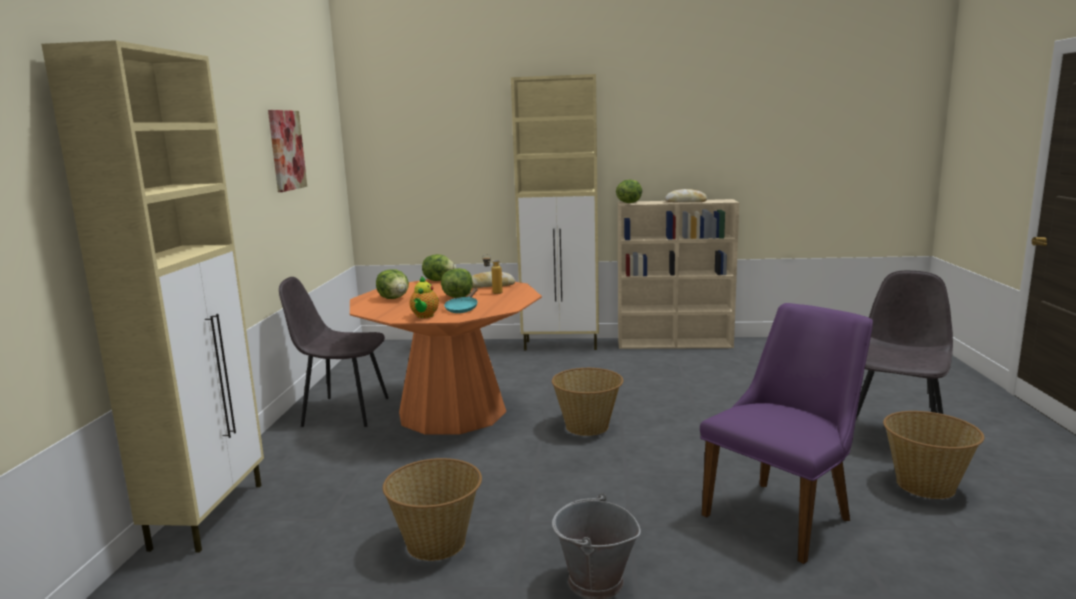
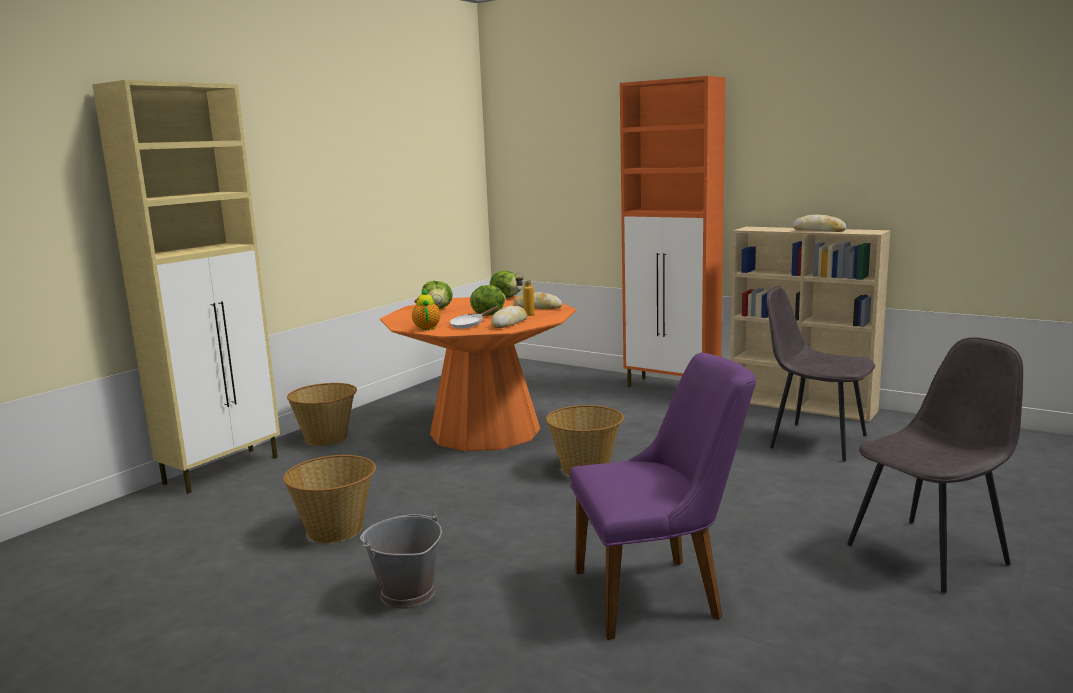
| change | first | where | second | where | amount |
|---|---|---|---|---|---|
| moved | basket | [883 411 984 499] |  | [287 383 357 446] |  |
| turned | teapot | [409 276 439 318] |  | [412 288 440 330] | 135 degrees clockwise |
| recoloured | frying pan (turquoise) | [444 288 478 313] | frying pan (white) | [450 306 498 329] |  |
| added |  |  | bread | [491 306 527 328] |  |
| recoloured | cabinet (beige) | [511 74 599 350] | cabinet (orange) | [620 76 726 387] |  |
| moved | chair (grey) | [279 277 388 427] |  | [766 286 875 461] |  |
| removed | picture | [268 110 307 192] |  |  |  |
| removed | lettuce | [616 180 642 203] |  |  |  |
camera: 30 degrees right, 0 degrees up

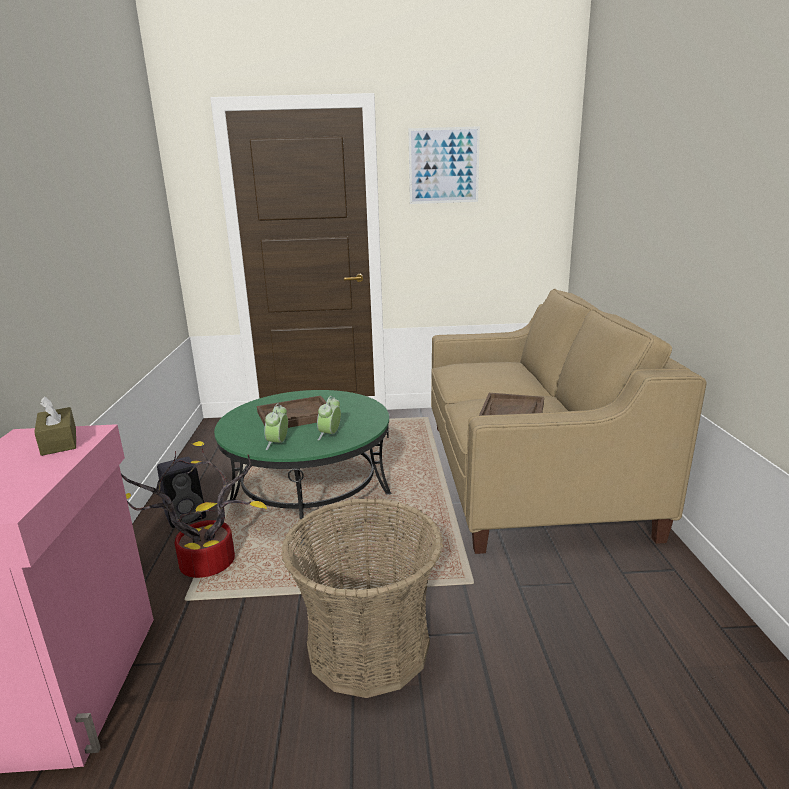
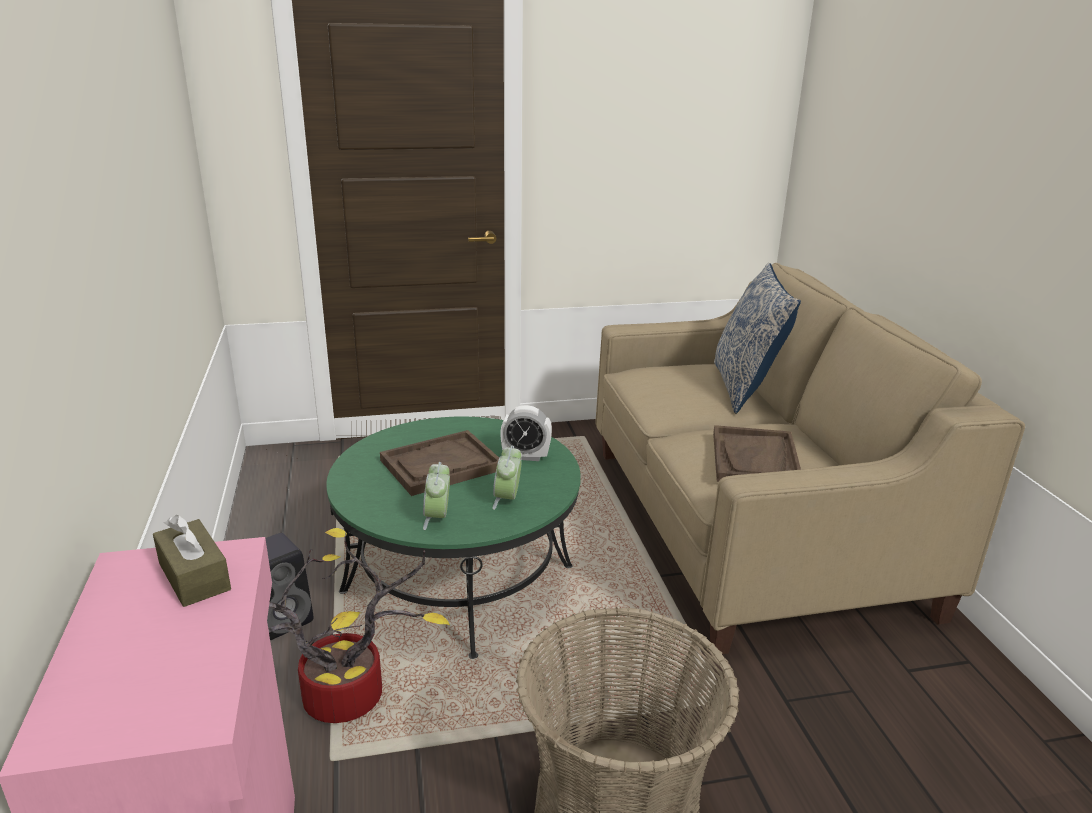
| change | first | where | second | where | amount |
|---|---|---|---|---|---|
| added |  |  | alarm clock | [500 405 552 461] |  |
| added |  |  | pillow | [714 263 801 414] |  |
| removed | picture | [408 126 480 204] |  |  |  |
camera: 10 degrees left, 5 degrees up

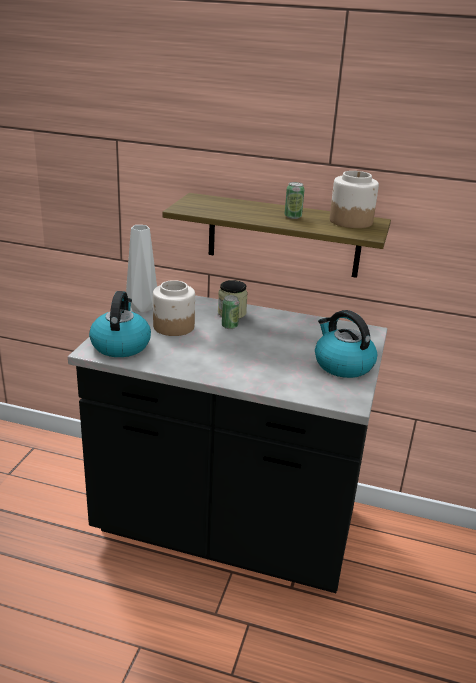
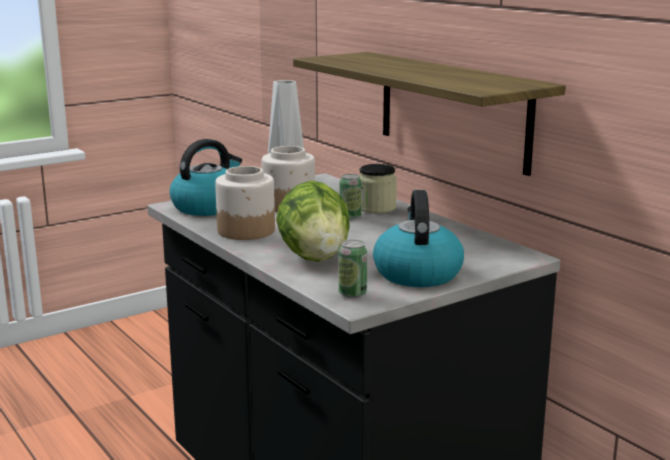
| change | first | where | second | where | amount |
|---|---|---|---|---|---|
| moved | jar | [330 171 379 228] |  | [215 166 275 240] |  |
| added |  |  | lettuce | [276 181 350 262] |  |
| moved | can | [285 182 305 219] |  | [338 240 367 298] |  |
camera: 40 degrees right, 10 degrees down

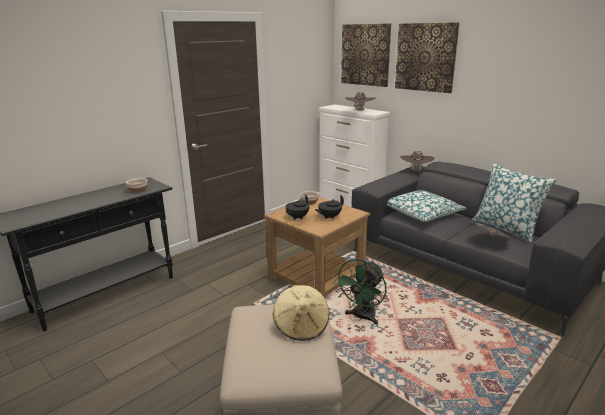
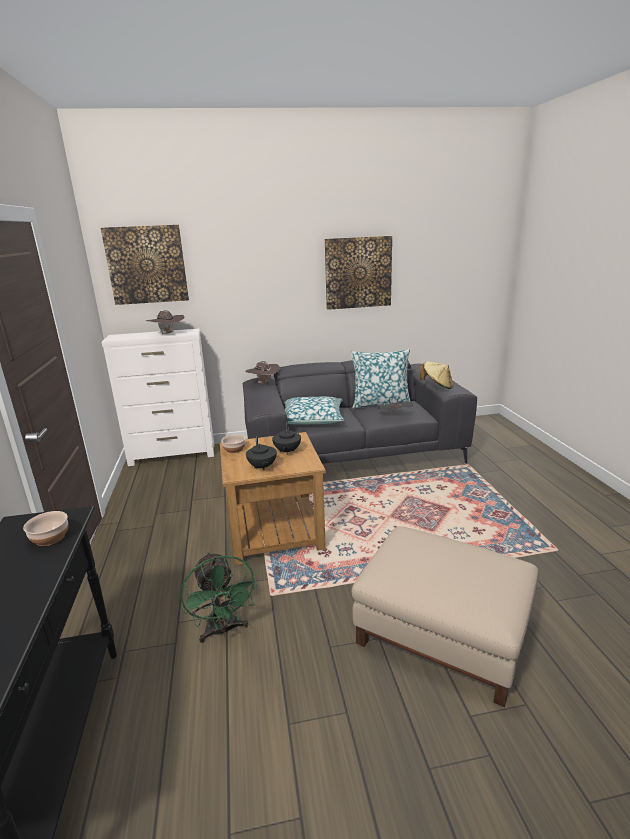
| change | first | where | second | where | amount |
|---|---|---|---|---|---|
| moved | fan (green) | [334 259 386 325] |  | [180 552 258 643] |  |
| moved | picture | [395 22 460 93] |  | [325 236 392 310] |  |
| moved | hat (beige) | [273 285 330 341] |  | [420 361 454 389] |  |
camera: 55 degrees left, 0 degrees up

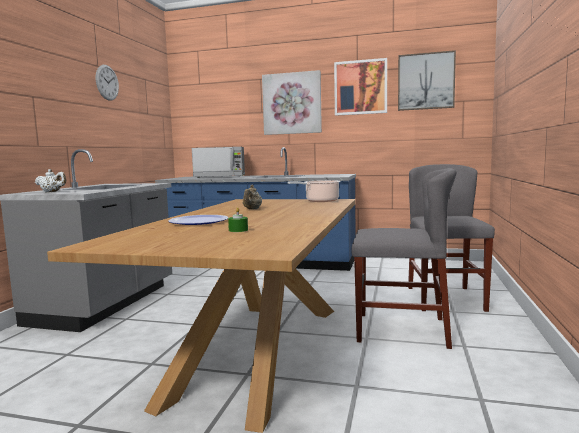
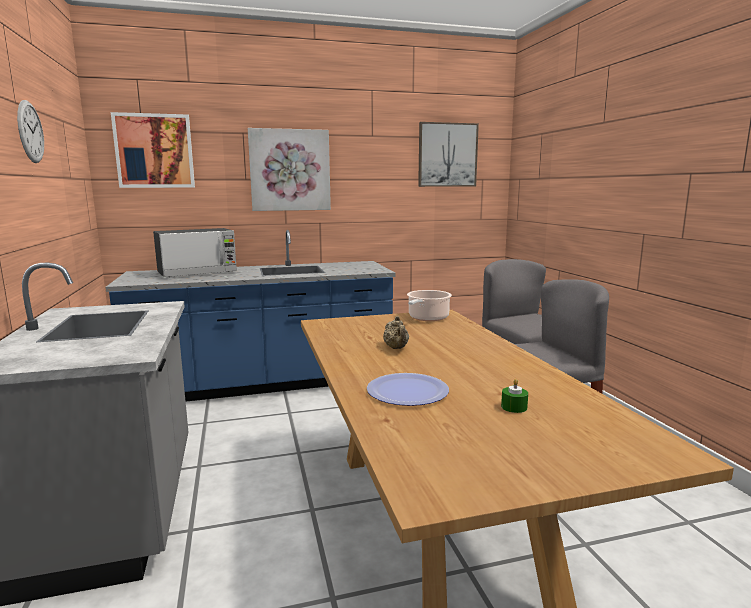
| change | first | where | second | where | amount |
|---|---|---|---|---|---|
| moved | picture | [334 58 387 116] |  | [111 112 195 188] |  |
| removed | teapot (white) | [35 169 66 193] |  |  |  |
camera: 30 degrees left, 5 degrees up

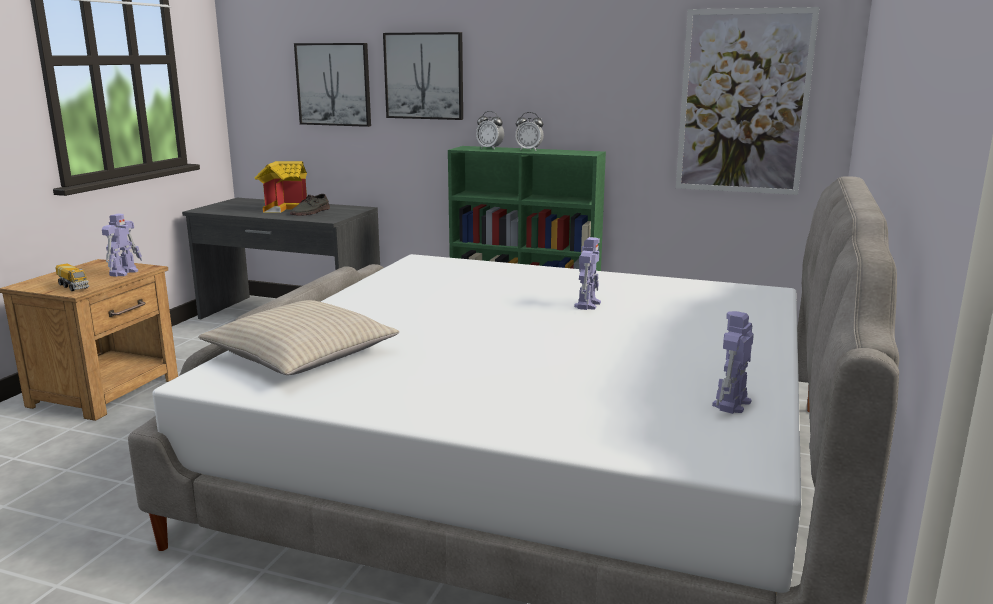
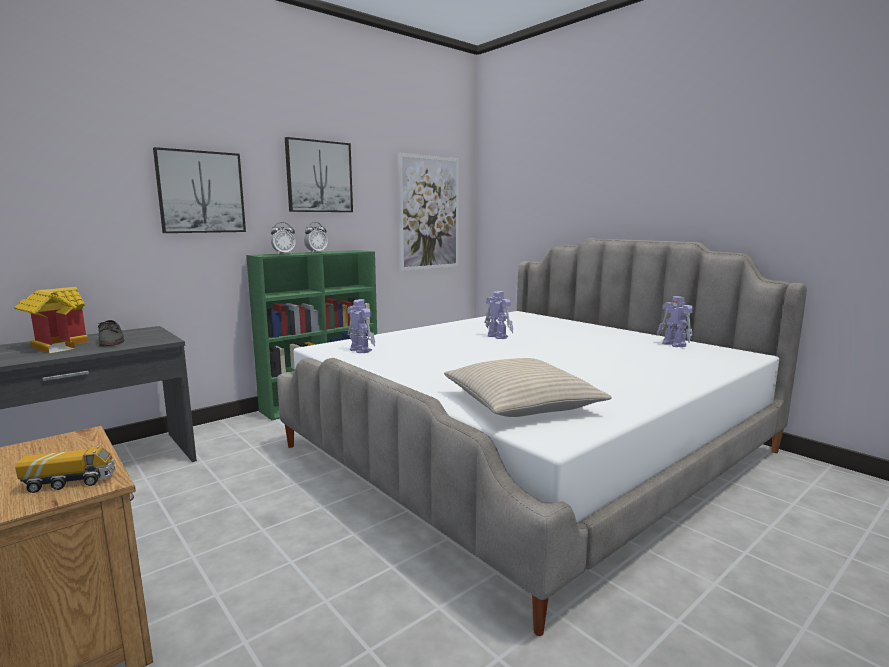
| change | first | where | second | where | amount |
|---|---|---|---|---|---|
| moved | picture | [294 43 371 127] |  | [285 137 353 212] |  |
| moved | toy robot | [102 213 142 277] |  | [347 299 375 353] |  |
camera: 60 degrees left, 5 degrees down

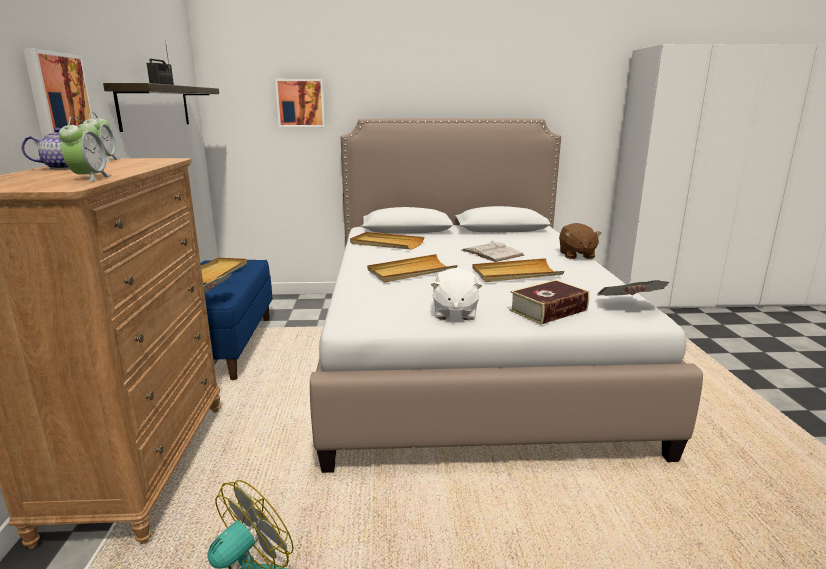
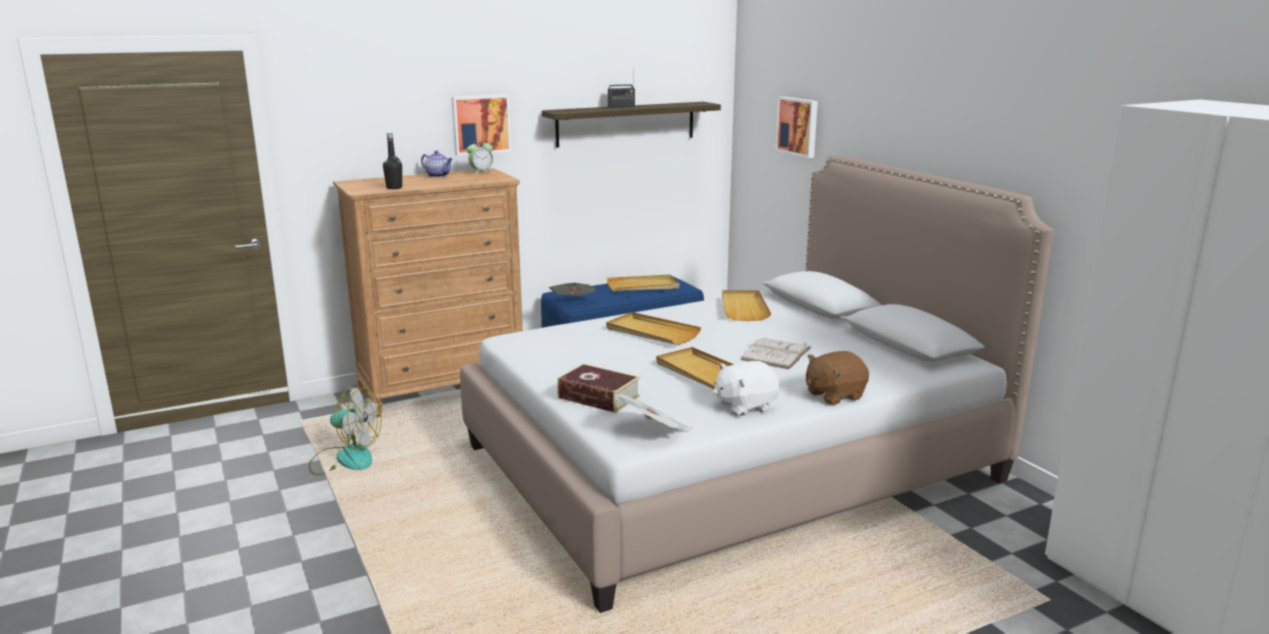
| change | first | where | second | where | amount |
|---|---|---|---|---|---|
| replaced | alarm clock | [59 116 110 182] | bottle (black) | [383 133 402 189] |  |
| moved | plush toy (white) | [430 268 482 320] |  | [713 361 780 416] |  |
camera: 65 degrees right, 0 degrees up

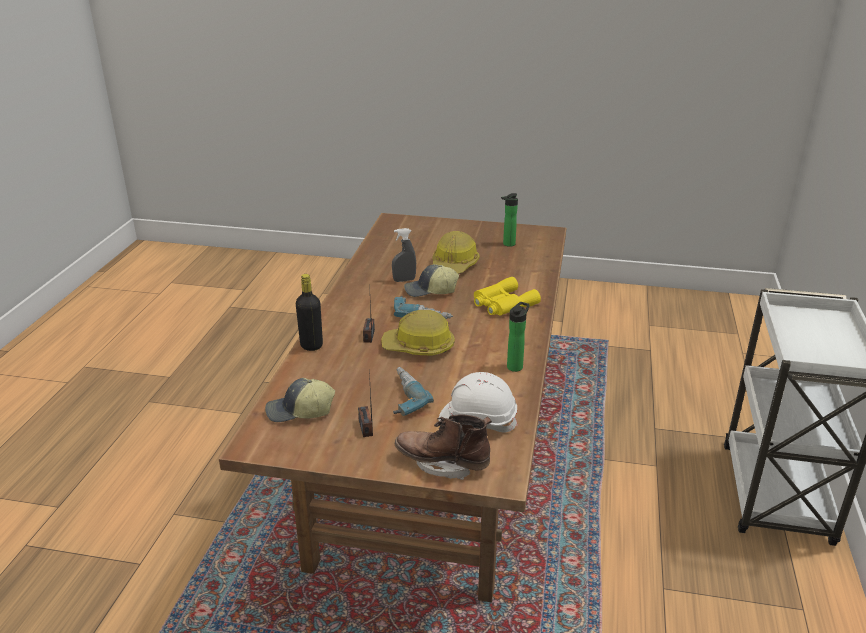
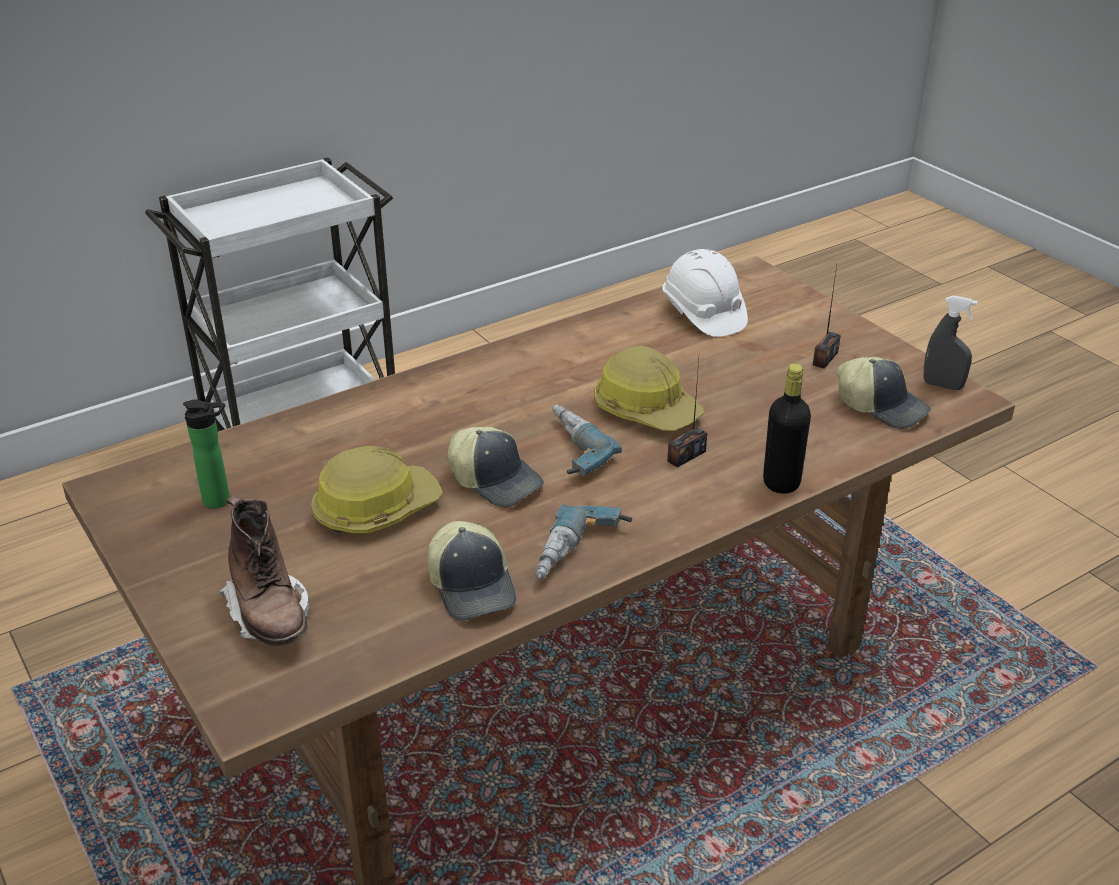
| change | first | where | second | where | amount |
|---|---|---|---|---|---|
| moved | boot (brown) | [395 415 492 480] |  | [219 494 309 646] |  |
| added |  |  | cap | [428 521 516 621] |  |
| moved | power drill | [393 367 434 416] |  | [536 504 632 579] |  |
| moved | spray bottle (grey) | [392 228 416 282] |  | [924 295 978 390] |  |
| removed | binoculars (yellow) | [474 277 541 315] |  |  |  |
| removed | bottle | [507 302 529 372] |  |  |  |
camera: 135 degrees left, 5 degrees up

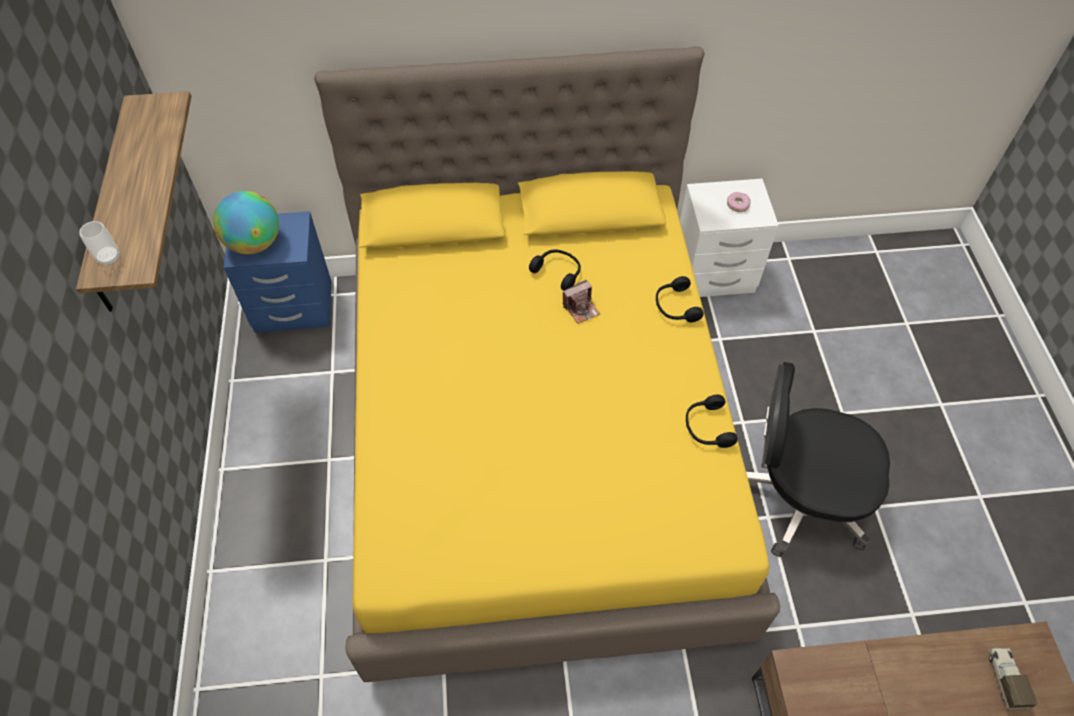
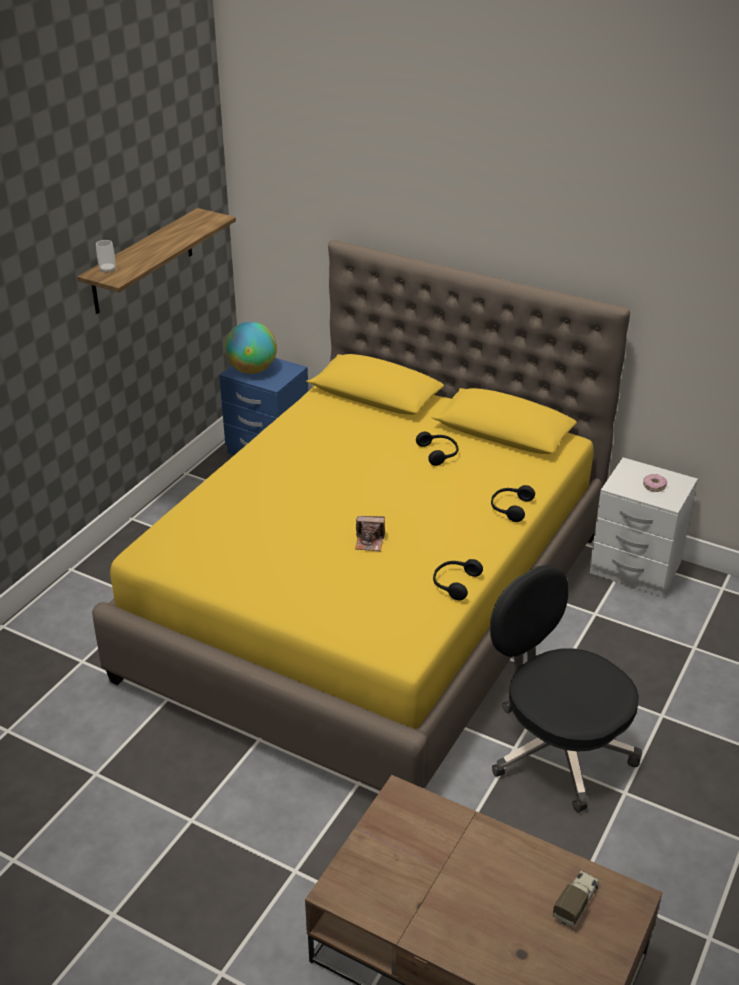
| change | first | where | second | where | amount |
|---|---|---|---|---|---|
| moved | photo camera | [563 280 600 324] |  | [355 516 385 551] |  |
camera: 35 degrees right, 20 degrees down

